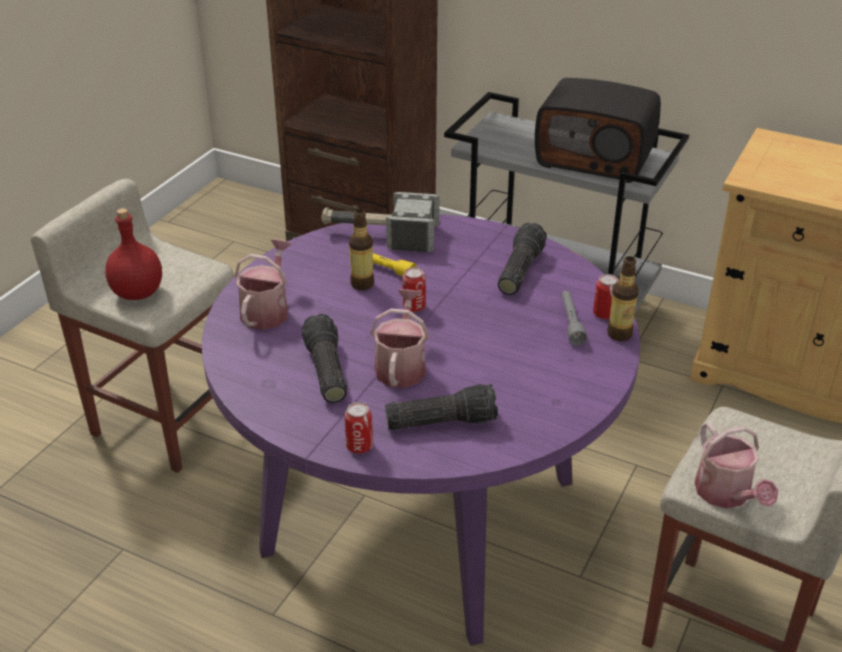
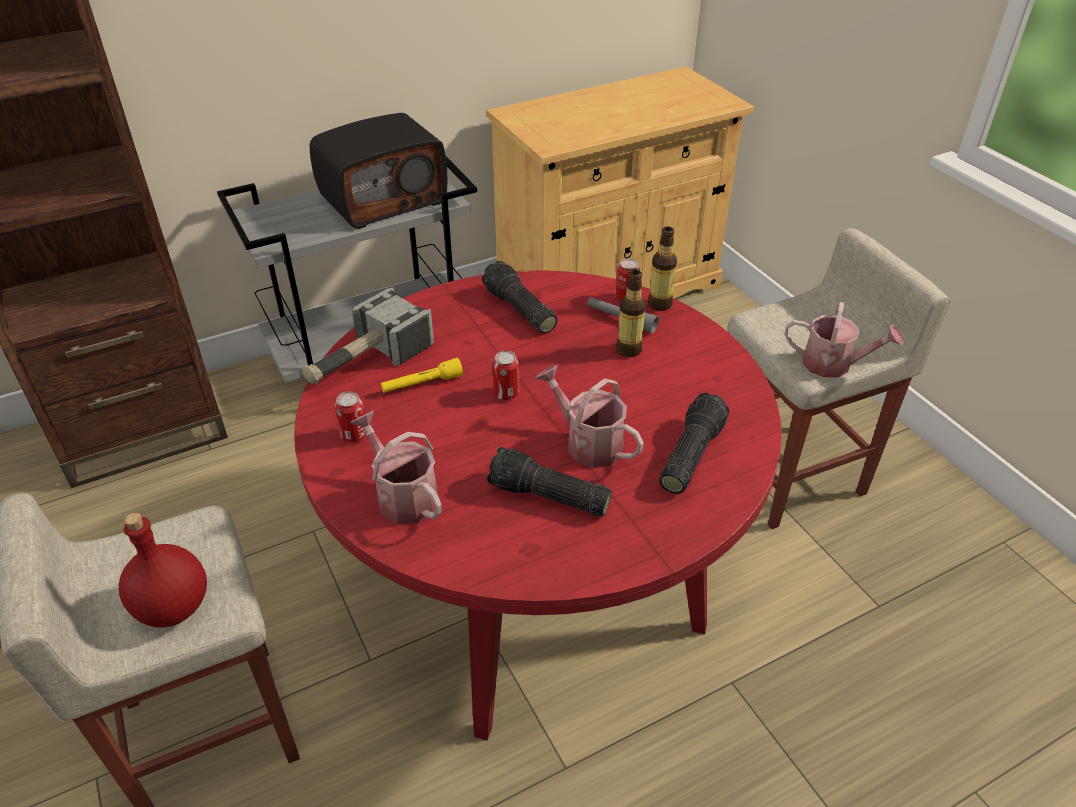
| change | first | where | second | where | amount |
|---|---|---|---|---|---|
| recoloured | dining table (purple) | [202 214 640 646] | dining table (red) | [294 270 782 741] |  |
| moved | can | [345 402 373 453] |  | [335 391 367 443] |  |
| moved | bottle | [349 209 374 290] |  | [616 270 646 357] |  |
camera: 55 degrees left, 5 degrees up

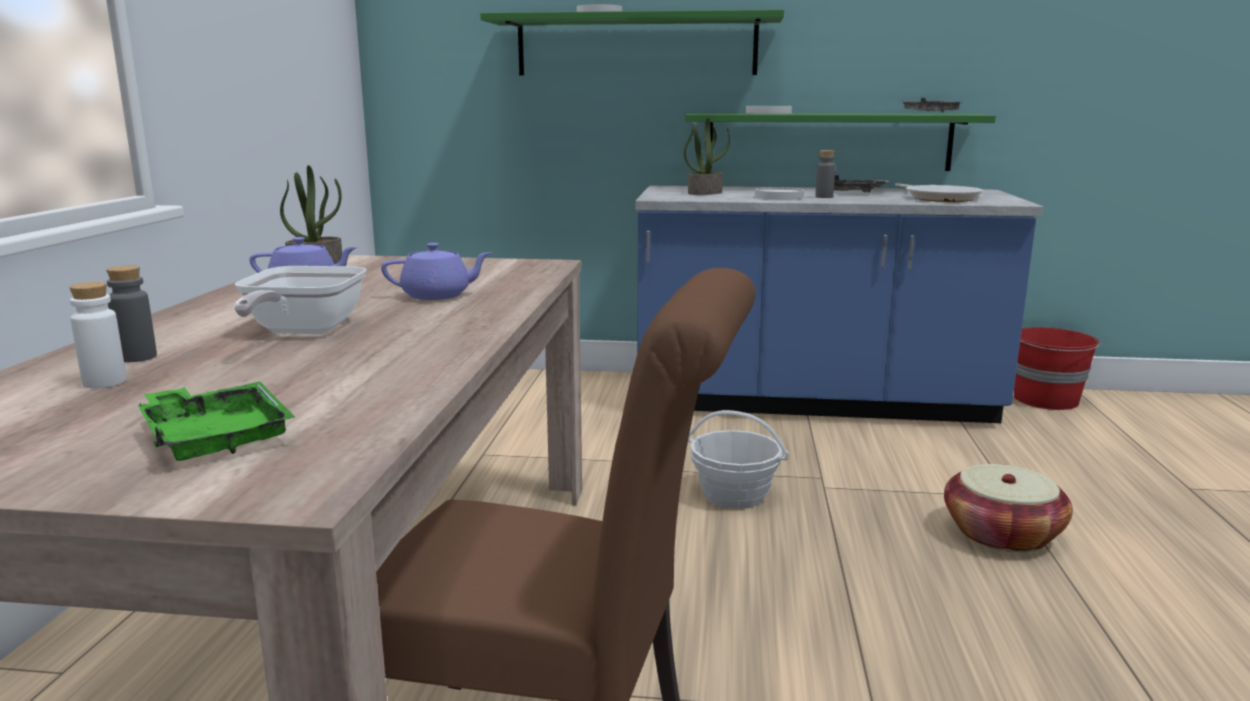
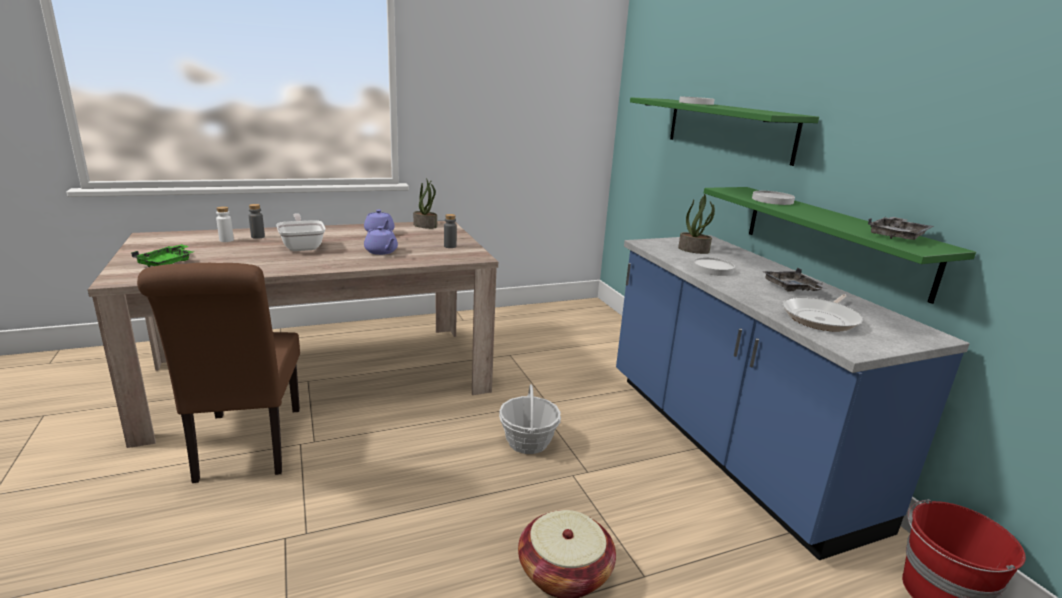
| change | first | where | second | where | amount |
|---|---|---|---|---|---|
| turned | frying pan | [234 266 366 334] |  | [276 213 326 251] | 90 degrees clockwise |
| moved | bottle (grey) | [815 150 835 198] |  | [444 214 457 248] |  |
camera: 60 degrees right, 5 degrees up

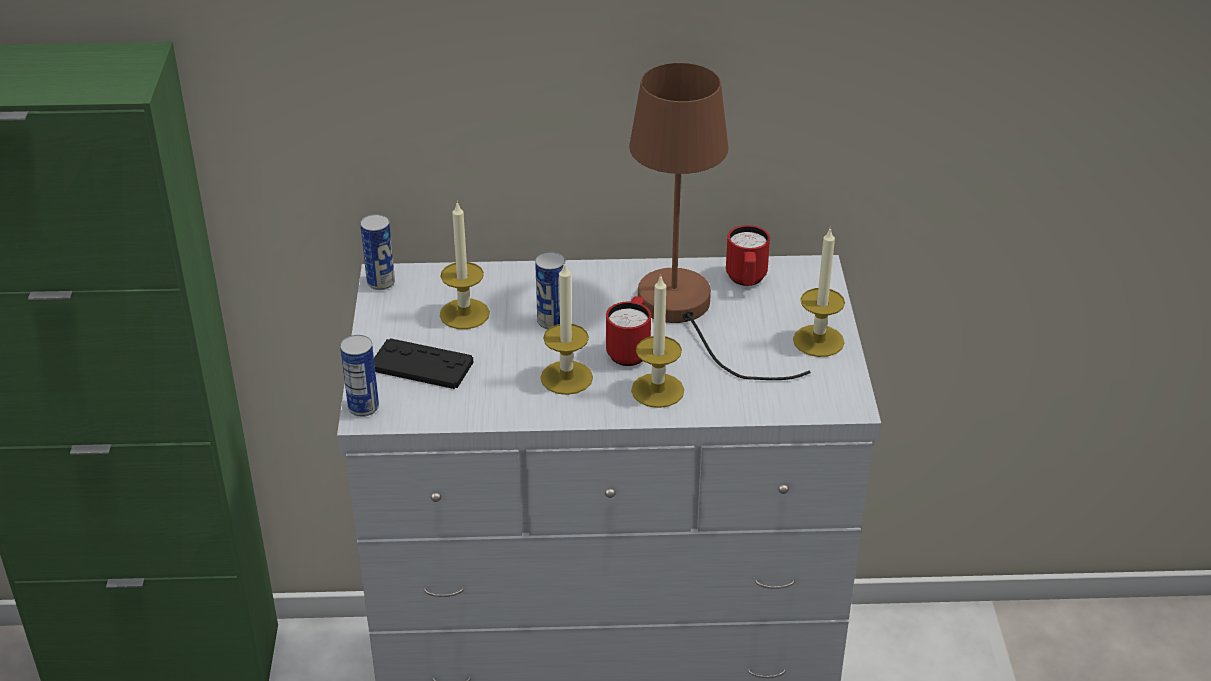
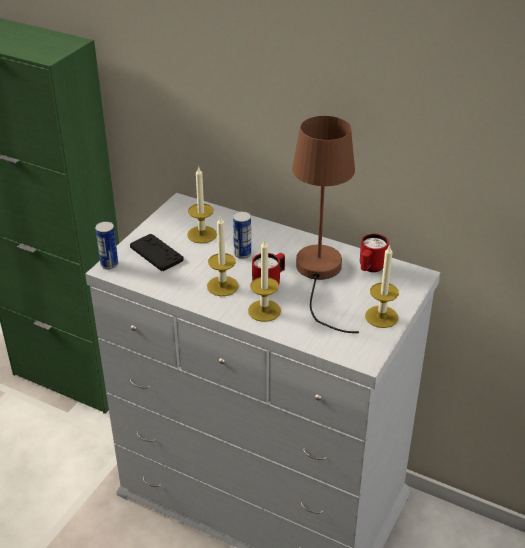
| change | first | where | second | where | amount |
|---|---|---|---|---|---|
| removed | can | [360 214 395 290] |  |  |  |
camera: 30 degrees right, 0 degrees up

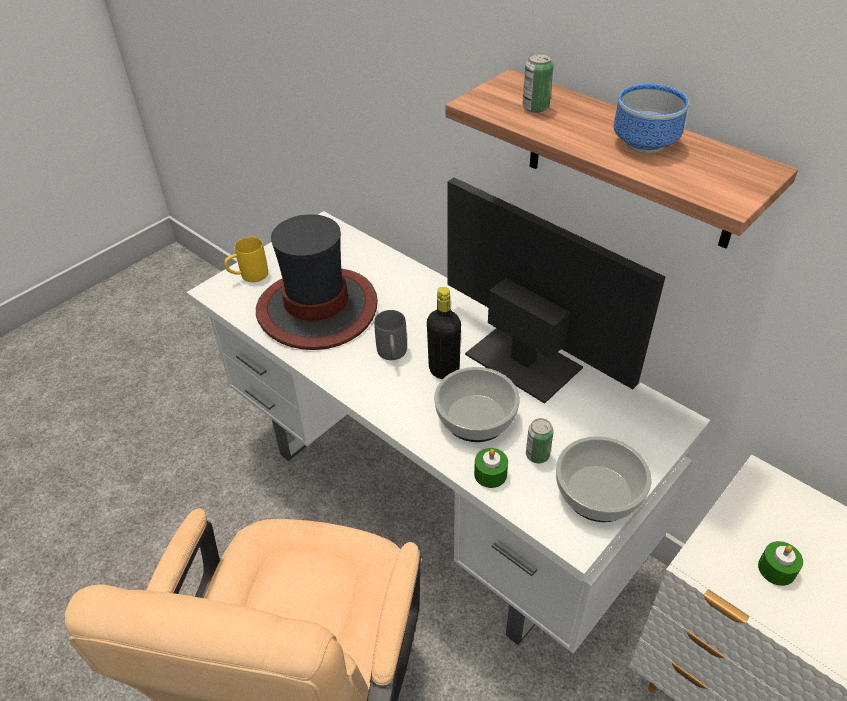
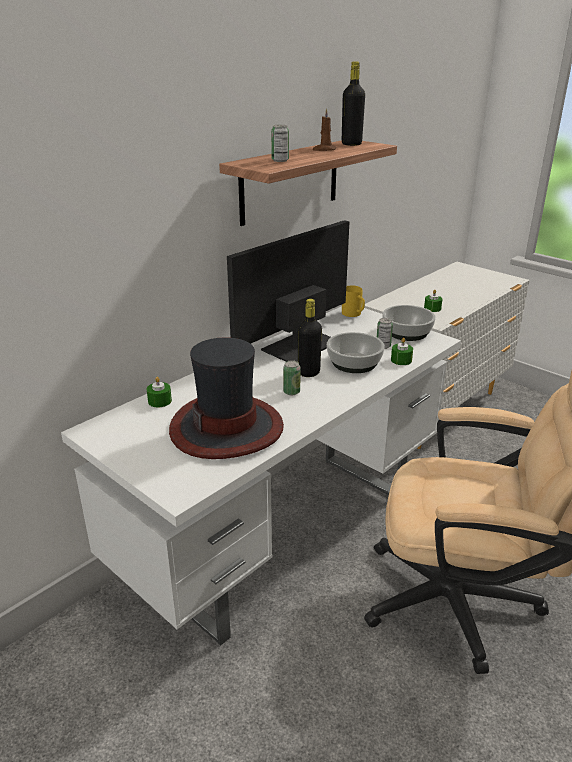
| change | first | where | second | where | amount |
|---|---|---|---|---|---|
| added |  |  | candle (green) | [147 377 172 407] |  |
| replaced | mug (grey) | [374 310 407 360] | can | [283 360 301 395] |  |
| replaced | bowl | [614 84 689 153] | candle (brown) | [312 108 336 151] |  |
| added |  |  | bottle (black) | [342 61 365 146] |  |
| moved | mug (yellow) | [224 237 268 282] |  | [342 285 365 317] |  |
camera: 90 degrees left, 15 degrees down

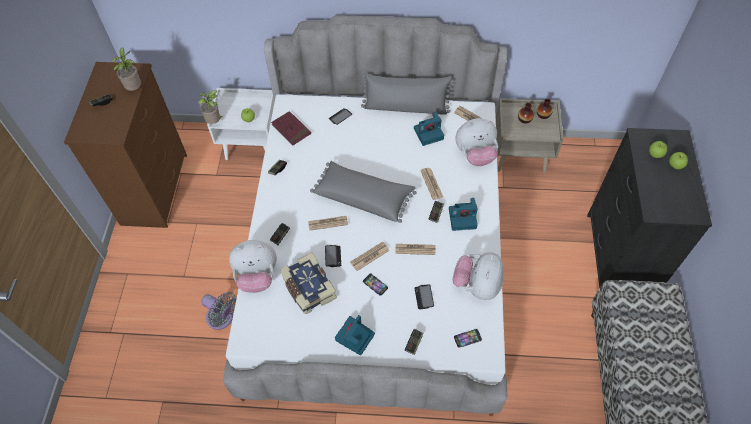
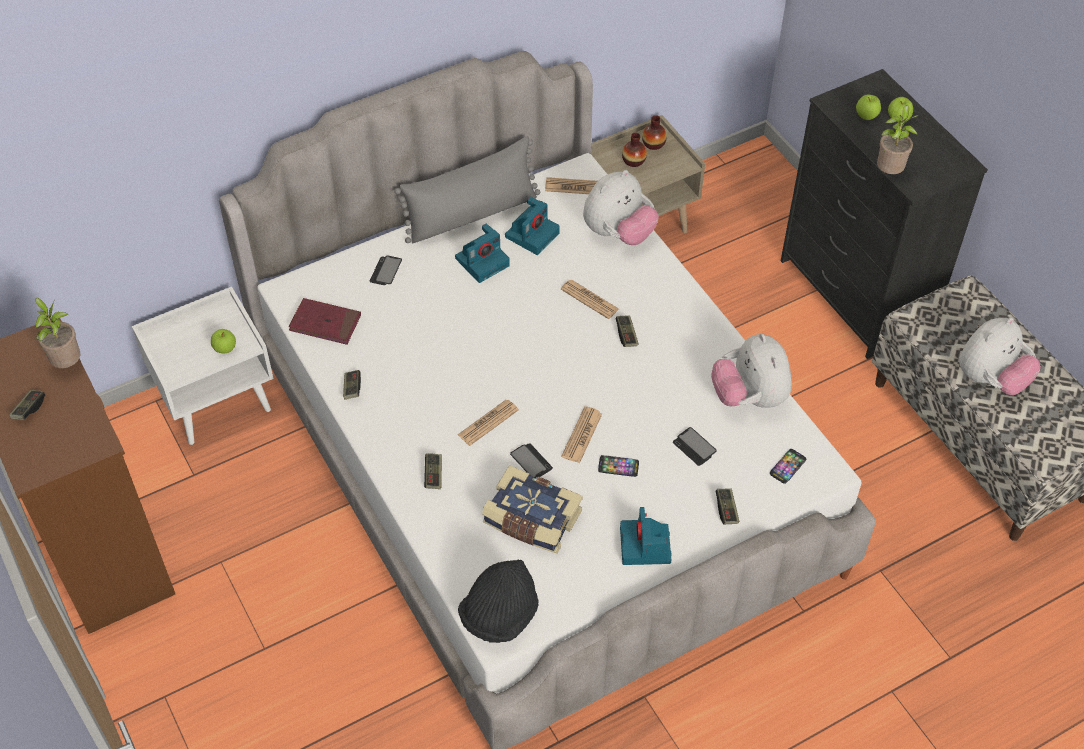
| change | first | where | second | where | amount |
|---|---|---|---|---|---|
| moved | photo camera | [449 198 478 231] |  | [455 224 510 283] |  |
| added |  |  | hat (black) | [458 559 538 643] |  |
| moved | potted plant | [198 90 222 124] |  | [877 105 918 174] |  |
| moved | plush toy | [229 240 277 293] |  | [959 317 1041 395] |  |
| removed | fan (grey) | [201 292 236 330] |  |  |  |
| removed | pillow (grey) | [310 161 417 223] |  |  |  |
| removed | newspaper | [395 244 436 255] |  |  |  |
camera: 35 degrees left, 5 degrees down

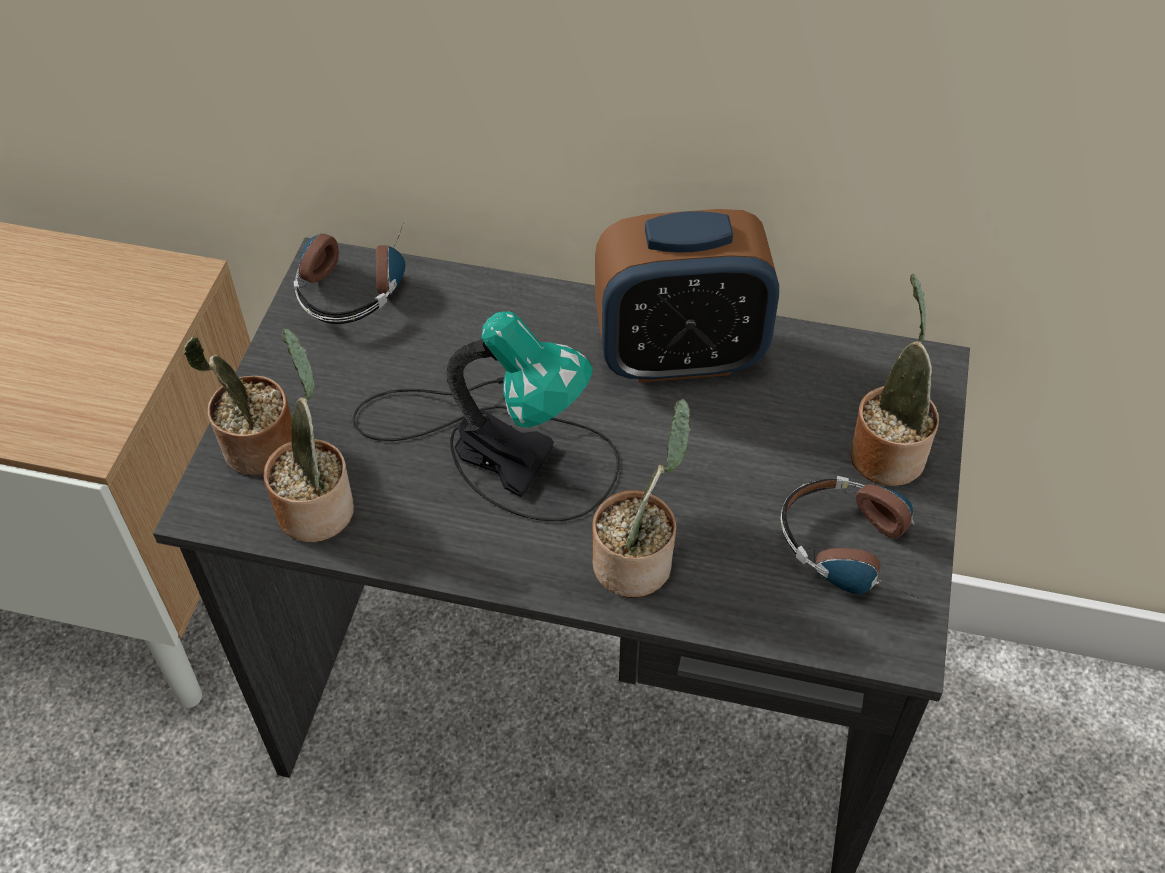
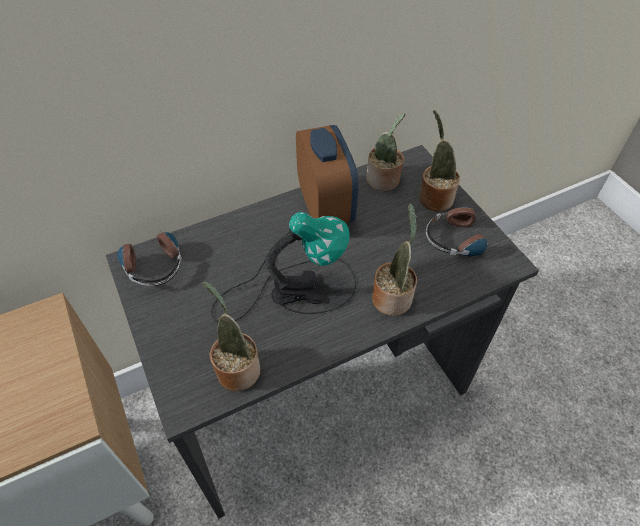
| change | first | where | second | where | amount |
|---|---|---|---|---|---|
| turned | alarm clock | [595 209 779 383] |  | [296 125 359 223] | 60 degrees counterclockwise |
| moved | potted plant | [183 337 292 476] |  | [366 113 405 191] |  |
camera: 40 degrees left, 0 degrees up

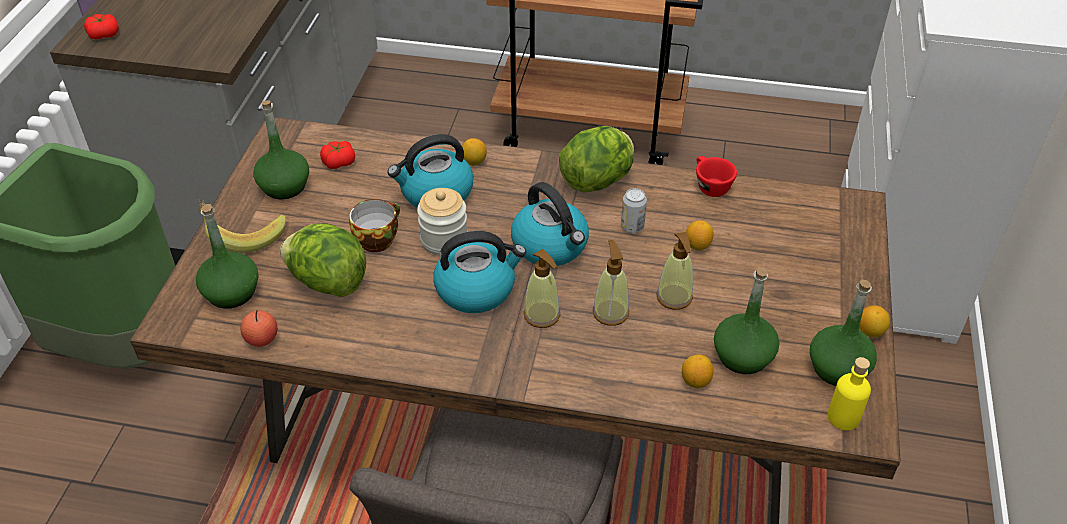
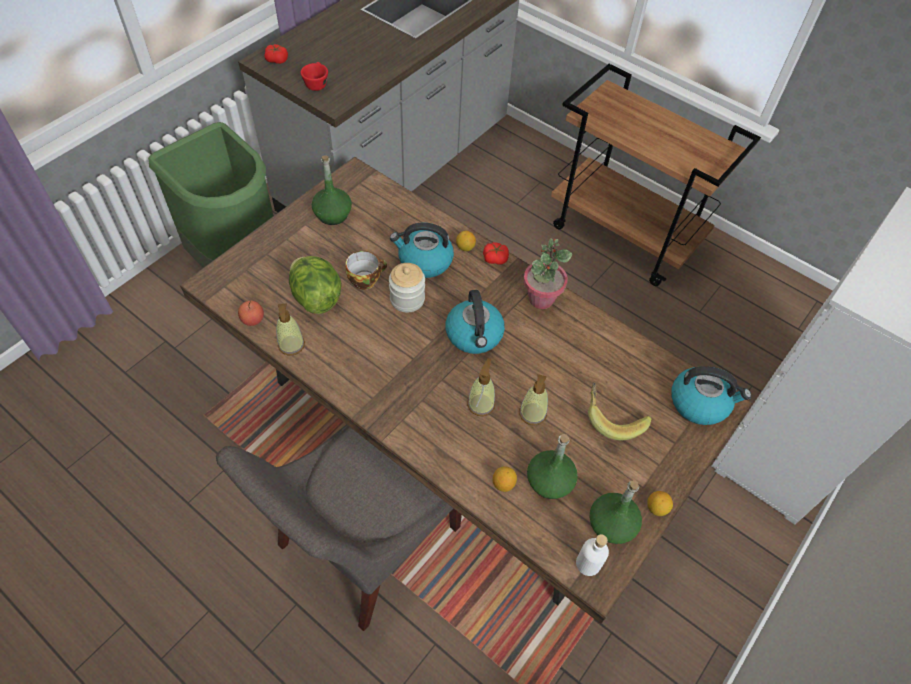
| change | first | where | second | where | amount |
|---|---|---|---|---|---|
| moved | soap dispenser | [524 249 560 328] |  | [276 303 305 356] |  |
| moved | cup (red) | [696 156 737 197] |  | [301 62 328 91] |  |
| moved | tomato | [320 141 355 169] |  | [483 242 509 265] |  |
| replaced | lettuce | [559 126 634 193] | potted plant | [523 238 572 309] |  |
| recoloured | bottle (yellow) | [827 357 871 430] | bottle (white) | [576 534 609 576] |  |
| moved | banana | [199 199 286 253] |  | [588 382 651 440] |  |
| moved | kettle | [434 231 526 313] |  | [672 366 751 425] |  |
| removed | bottle (green) | [196 204 259 309] |  |  |  |
| removed | can | [621 188 647 233] |  |  |  |
| removed | lemon | [686 221 714 251] |  |  |  |
camera: 25 degrees right, 10 degrees up

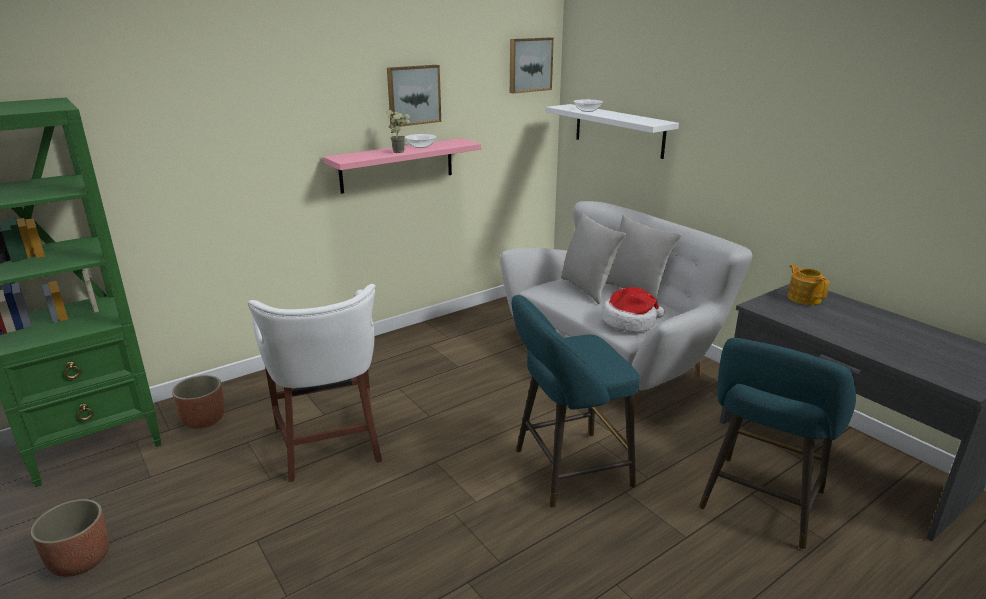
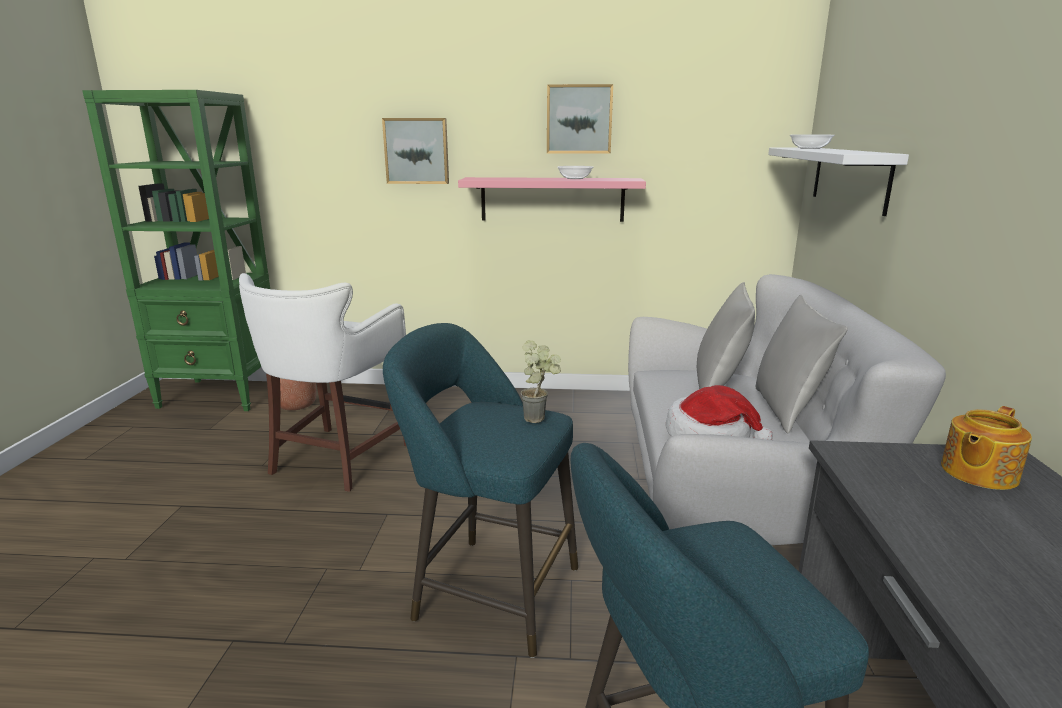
| change | first | where | second | where | amount |
|---|---|---|---|---|---|
| moved | picture | [510 38 554 94] |  | [382 118 449 184] |  |
| moved | potted plant | [386 110 410 153] |  | [521 340 561 423] |  |
| turned | teapot | [787 264 829 305] |  | [941 406 1032 490] | 150 degrees counterclockwise |
| removed | planter | [31 499 109 577] |  |  |  |
camera: 40 degrees right, 5 degrees down

